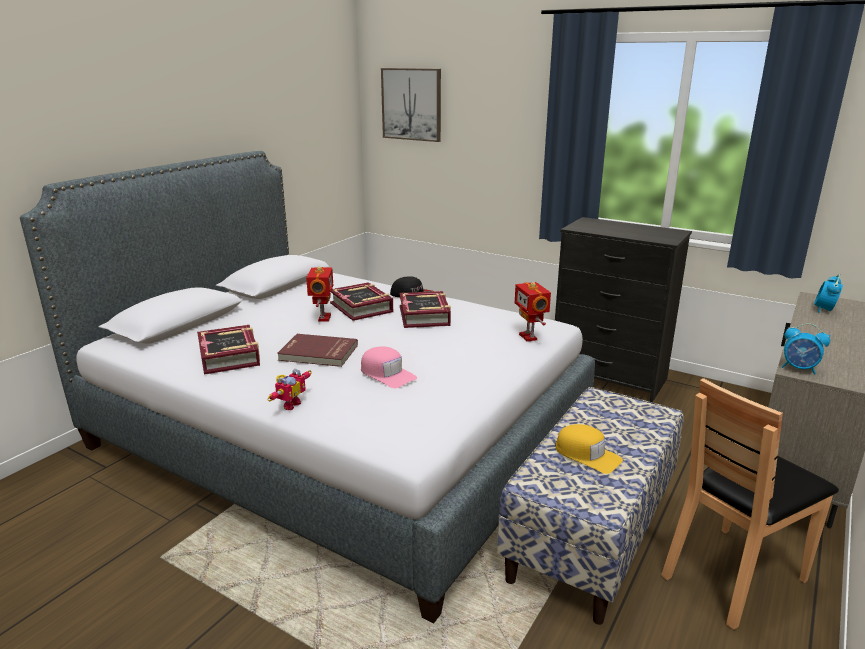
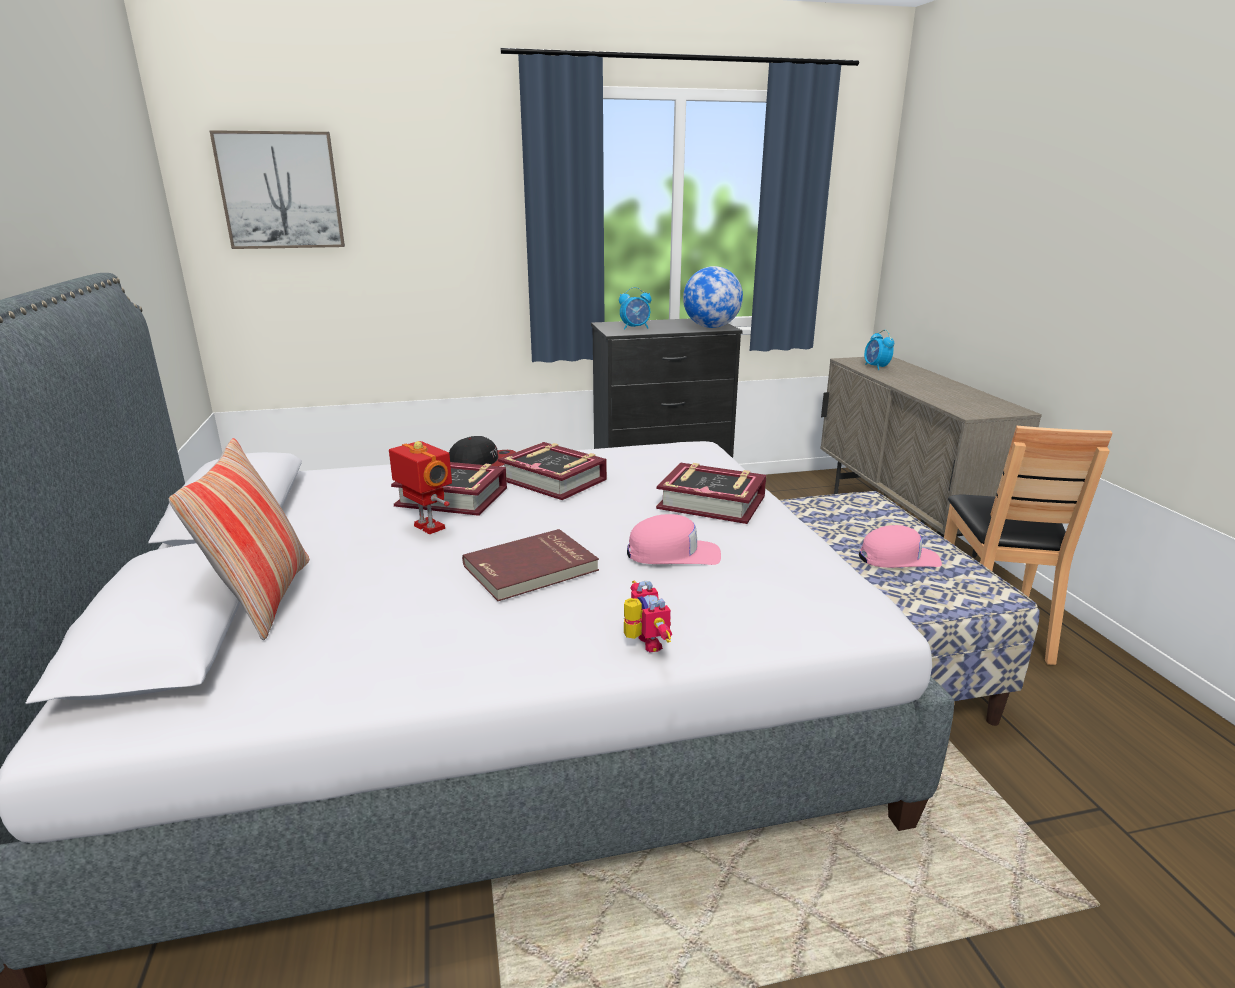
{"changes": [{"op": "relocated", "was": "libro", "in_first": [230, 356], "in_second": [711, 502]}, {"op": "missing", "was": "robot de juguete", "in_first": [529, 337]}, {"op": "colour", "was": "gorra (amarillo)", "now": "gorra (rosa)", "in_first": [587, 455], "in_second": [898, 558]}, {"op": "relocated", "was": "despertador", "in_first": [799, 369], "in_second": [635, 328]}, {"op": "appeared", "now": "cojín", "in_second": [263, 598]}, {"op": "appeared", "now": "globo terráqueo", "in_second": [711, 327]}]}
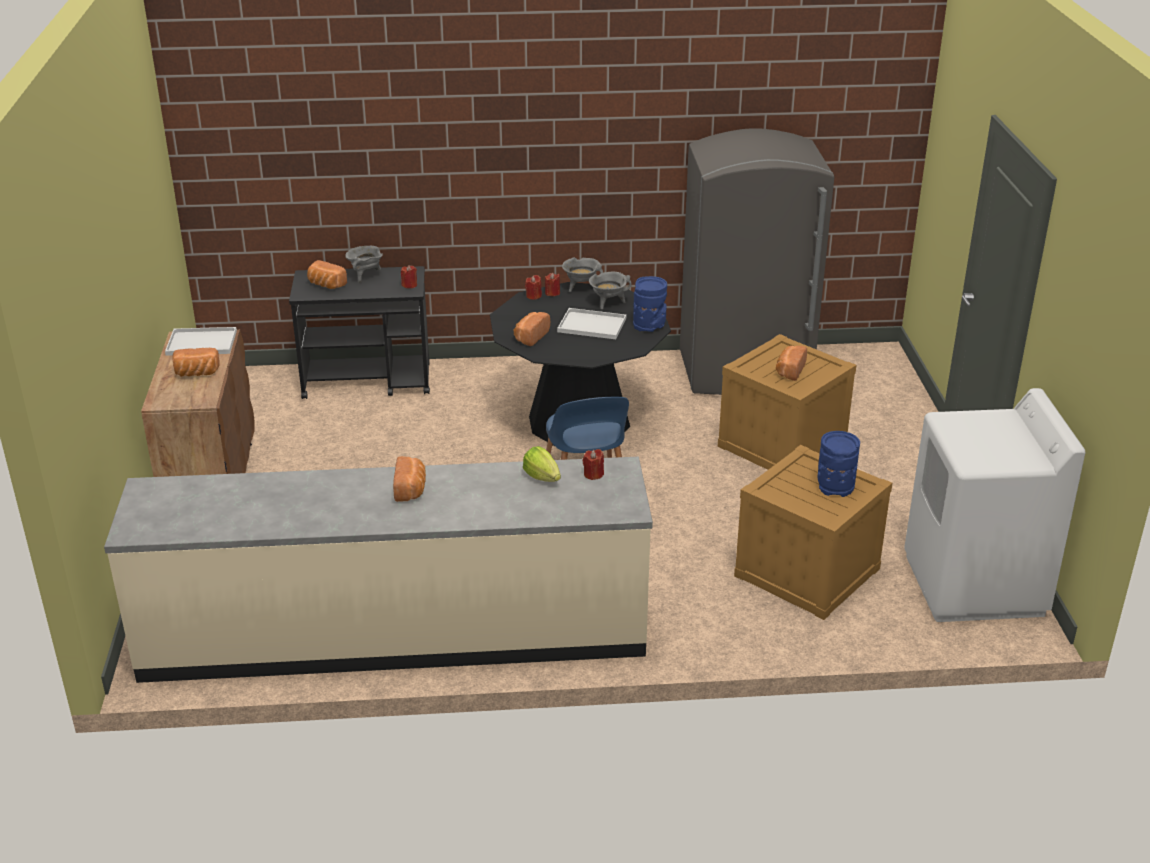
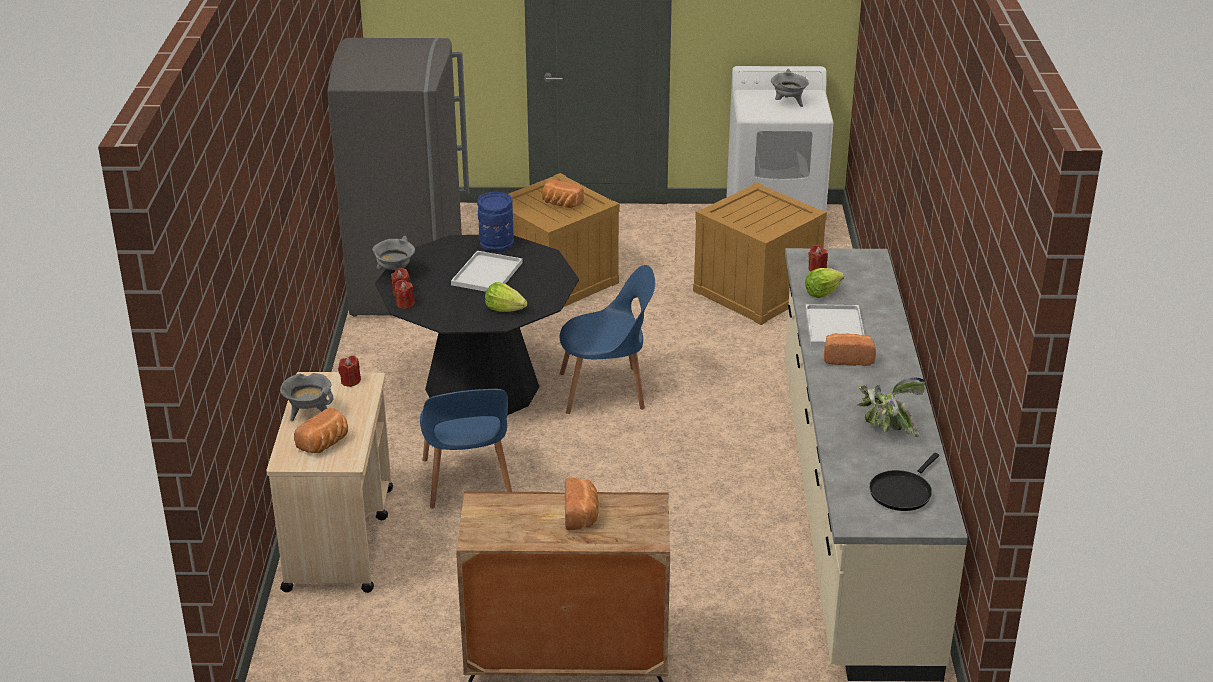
{"changes": [{"op": "relocated", "was": "bandeja (blanco)", "in_first": [203, 342], "in_second": [833, 326]}, {"op": "colour", "was": "carrito (negro)", "now": "carrito (beis)", "in_first": [368, 381], "in_second": [340, 537]}, {"op": "exchanged", "was": "pan", "now": "lechuga", "in_first": [530, 337], "in_second": [504, 309]}, {"op": "relocated", "was": "olla (gris)", "in_first": [608, 303], "in_second": [788, 103]}, {"op": "missing", "was": "florero (azul)", "in_first": [835, 486]}, {"op": "appeared", "now": "silla (azul)", "in_second": [467, 482]}, {"op": "appeared", "now": "planta en maceta", "in_second": [884, 429]}, {"op": "appeared", "now": "sartén (negro)", "in_second": [902, 492]}]}
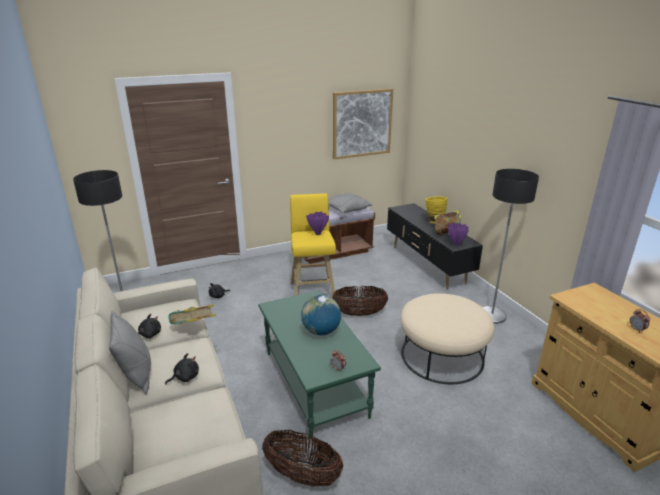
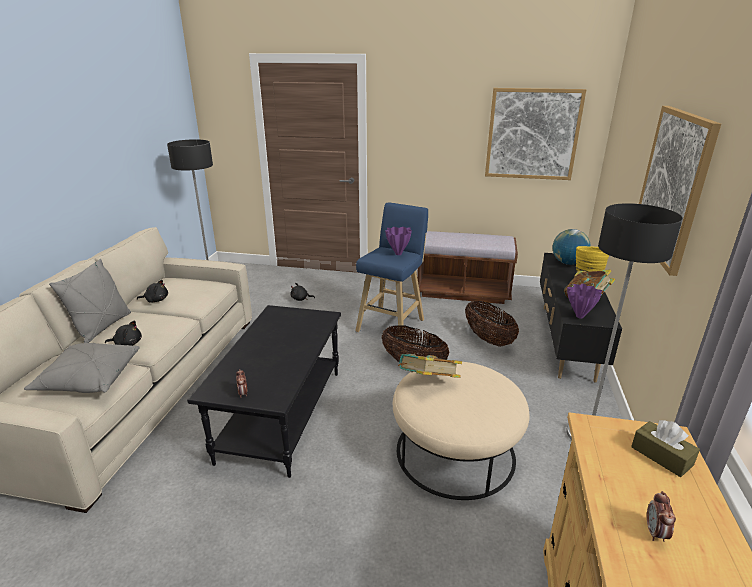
{"changes": [{"op": "relocated", "was": "libro", "in_first": [193, 327], "in_second": [428, 383]}, {"op": "colour", "was": "mesa de centro (verde)", "now": "mesa de centro (negro)", "in_first": [313, 383], "in_second": [281, 414]}, {"op": "relocated", "was": "cesta", "in_first": [302, 475], "in_second": [488, 339]}, {"op": "colour", "was": "taburete (amarillo)", "now": "taburete (azul)", "in_first": [312, 291], "in_second": [392, 324]}, {"op": "relocated", "was": "globo terráqueo", "in_first": [321, 331], "in_second": [568, 263]}, {"op": "relocated", "was": "cojín (gris)", "in_first": [346, 210], "in_second": [89, 379]}, {"op": "appeared", "now": "caja de pañuelos (marrón)", "in_second": [661, 456]}, {"op": "appeared", "now": "cuadro", "in_second": [672, 185]}]}
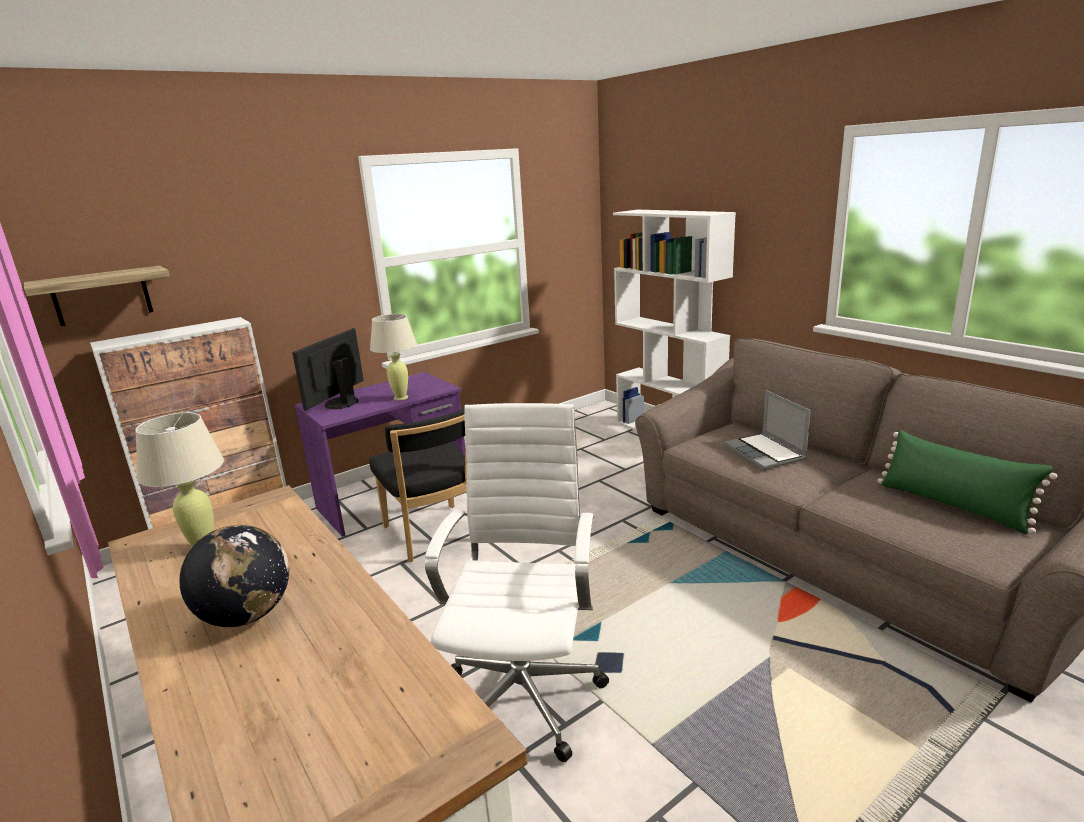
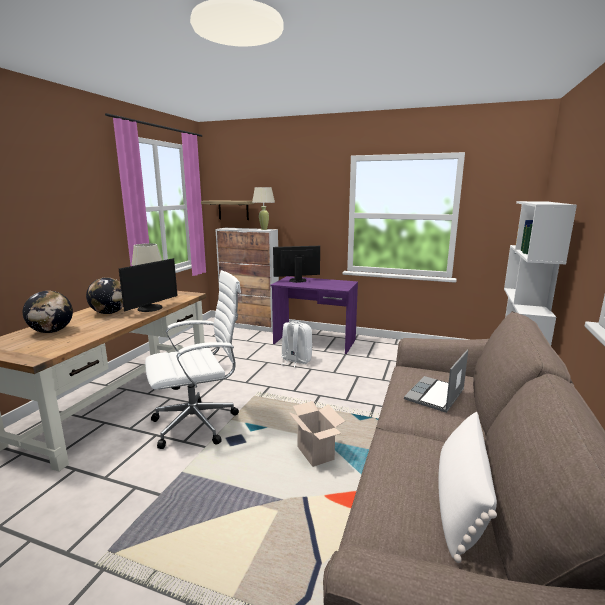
{"changes": [{"op": "exchanged", "was": "silla (negro)", "now": "mochila (blanco)", "in_first": [433, 535], "in_second": [295, 360]}, {"op": "relocated", "was": "lámpara de mesa (beis)", "in_first": [400, 398], "in_second": [264, 229]}, {"op": "colour", "was": "cojín (verde)", "now": "cojín (blanco)", "in_first": [952, 505], "in_second": [460, 501]}, {"op": "appeared", "now": "globo terráqueo", "in_second": [52, 331]}, {"op": "appeared", "now": "monitor", "in_second": [151, 308]}, {"op": "appeared", "now": "caja de cartón", "in_second": [317, 454]}]}
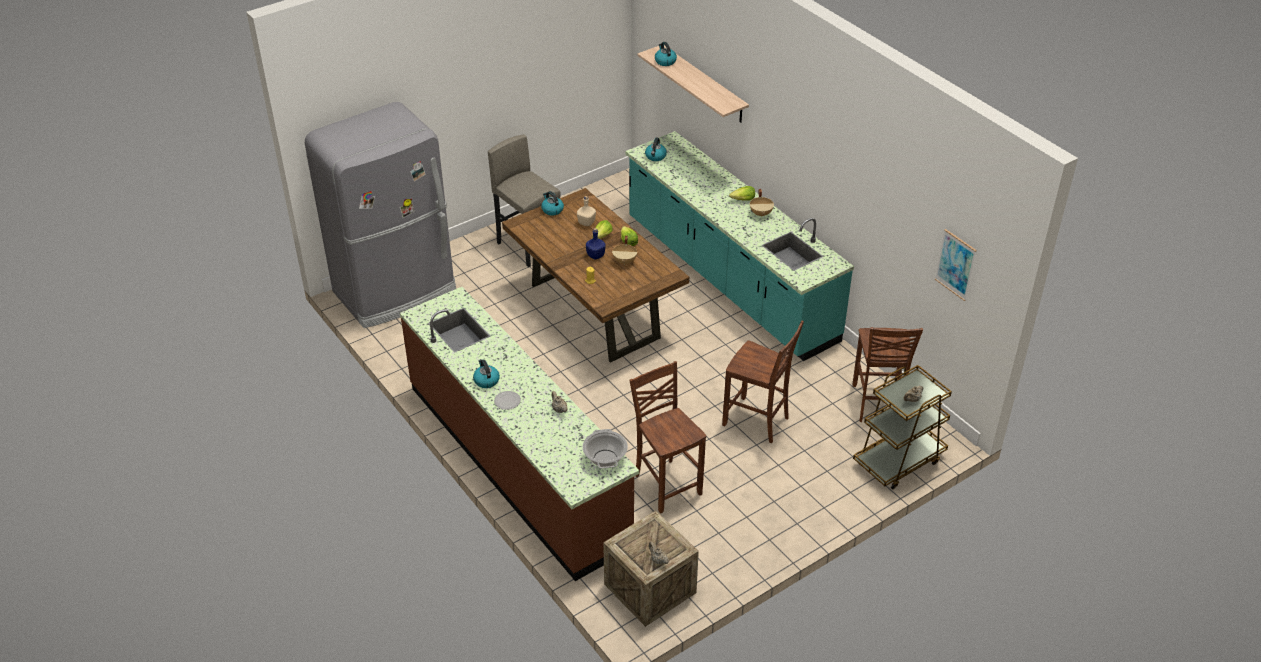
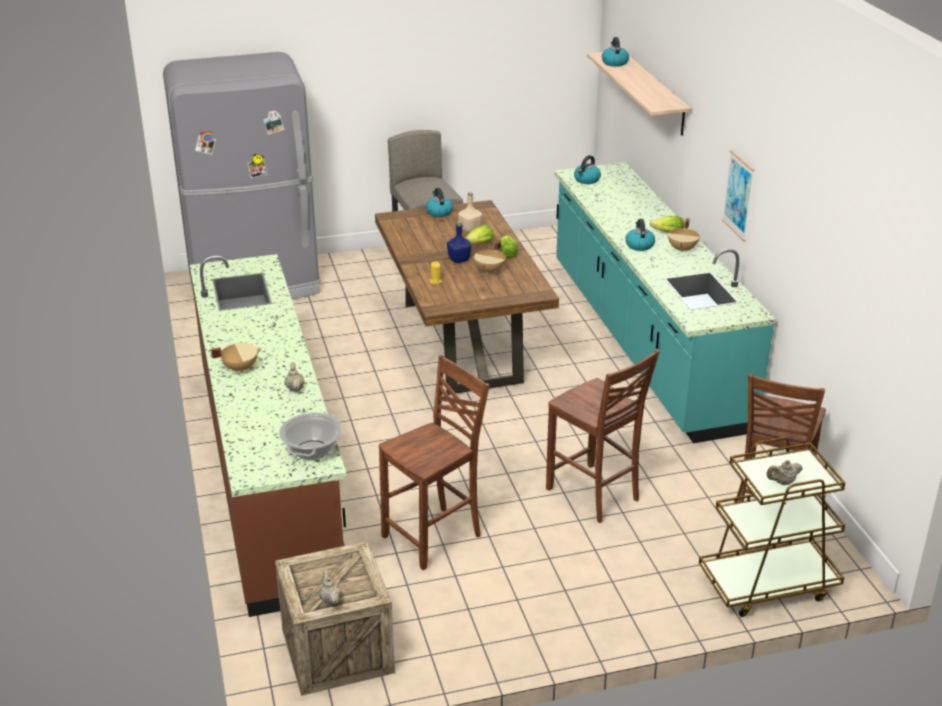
{"changes": [{"op": "relocated", "was": "hervidor", "in_first": [486, 380], "in_second": [639, 245]}, {"op": "exchanged", "was": "plato", "now": "olla (beis)", "in_first": [507, 401], "in_second": [240, 368]}, {"op": "spun", "was": "silla (marrón)", "in_first": [666, 484], "in_second": [435, 537], "clockwise": 60}, {"op": "relocated", "was": "cuadro", "in_first": [955, 264], "in_second": [738, 195]}]}
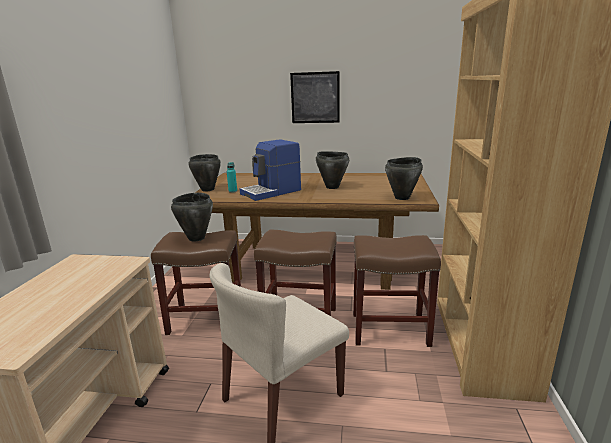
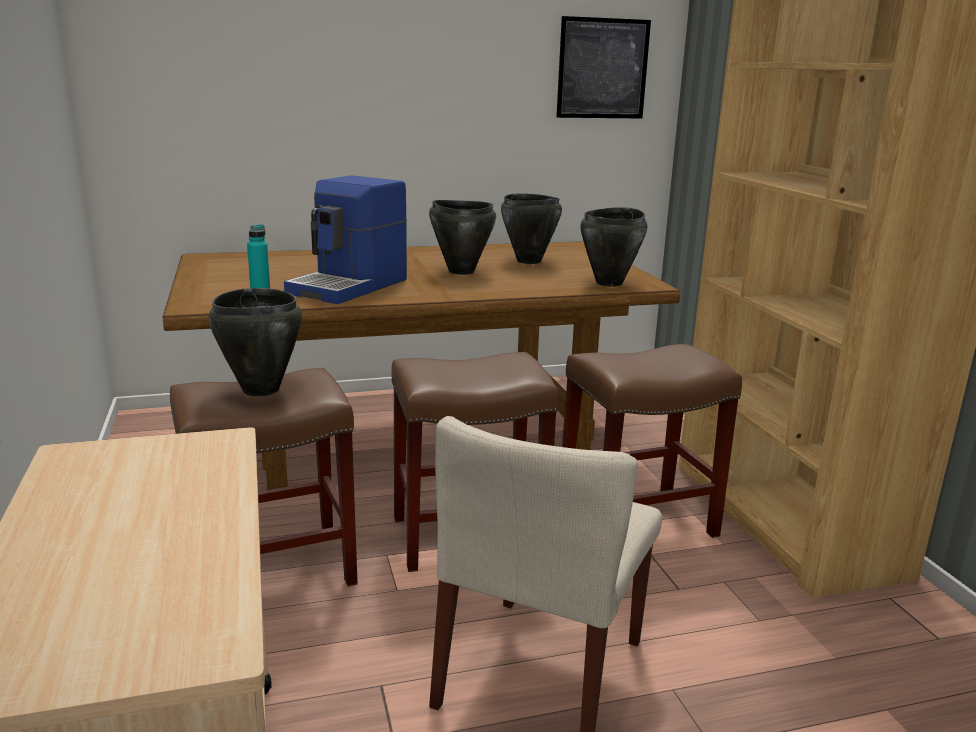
{"changes": [{"op": "relocated", "was": "olla (negro)", "in_first": [207, 189], "in_second": [528, 261]}, {"op": "relocated", "was": "cuadro", "in_first": [315, 98], "in_second": [602, 69]}]}
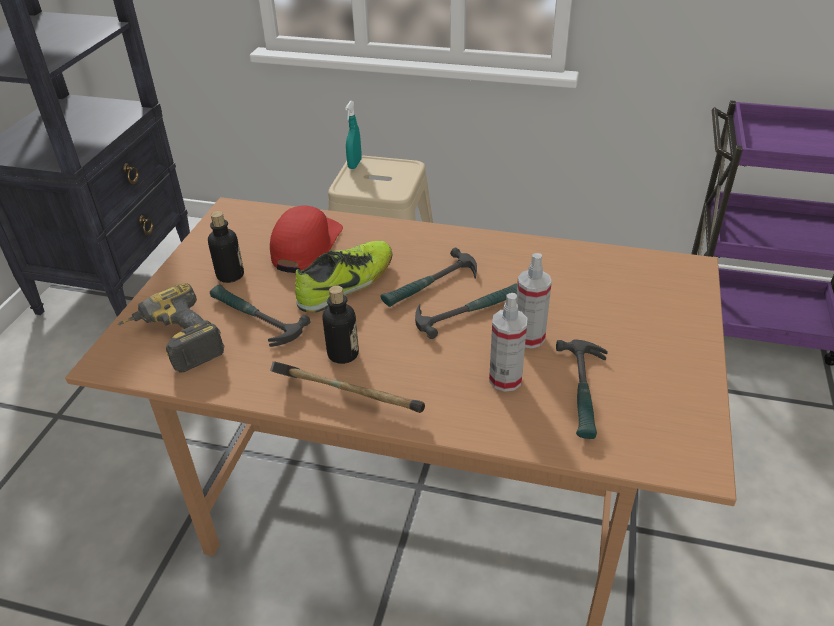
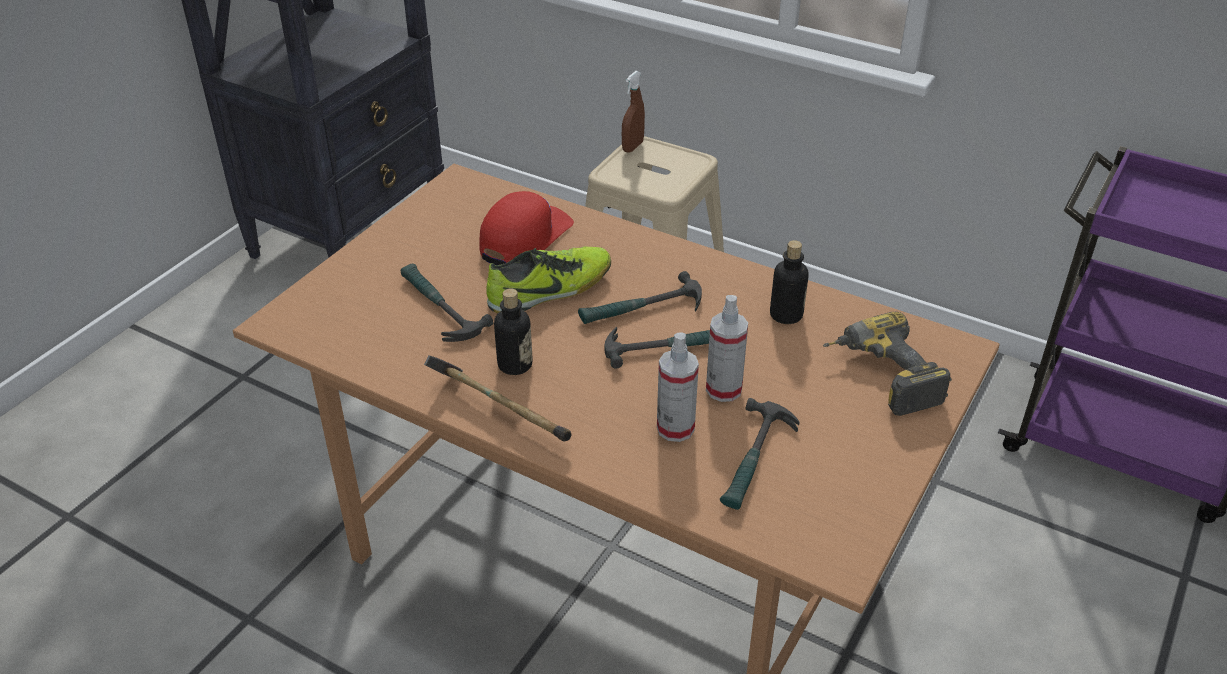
{"changes": [{"op": "relocated", "was": "taladro", "in_first": [173, 342], "in_second": [880, 377]}, {"op": "relocated", "was": "botella", "in_first": [230, 275], "in_second": [786, 315]}, {"op": "colour", "was": "pulverizador (turquesa)", "now": "pulverizador (marrón)", "in_first": [354, 164], "in_second": [632, 147]}]}
